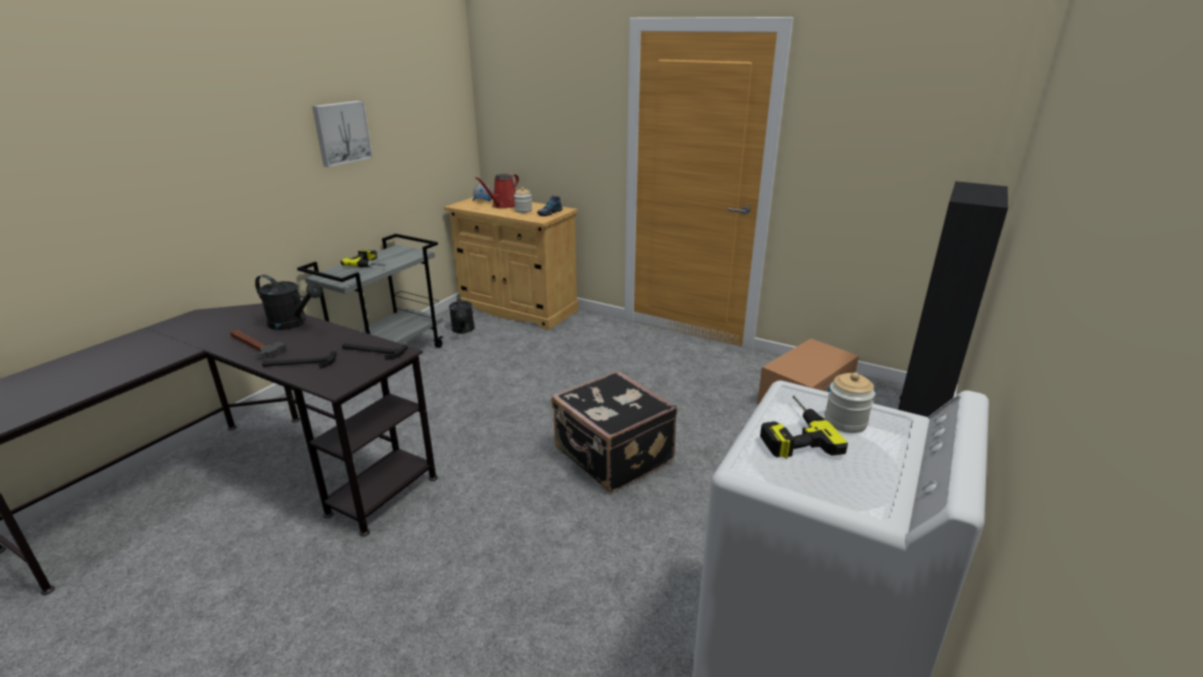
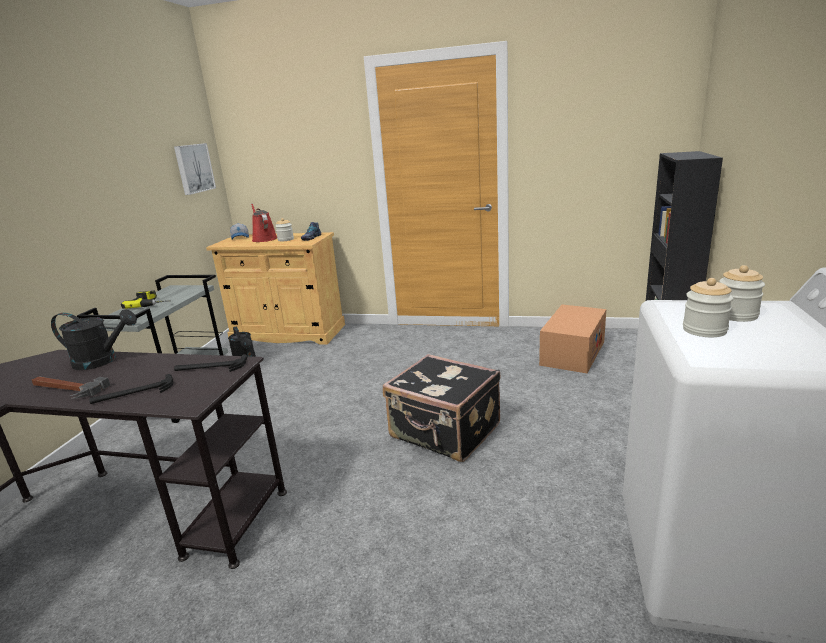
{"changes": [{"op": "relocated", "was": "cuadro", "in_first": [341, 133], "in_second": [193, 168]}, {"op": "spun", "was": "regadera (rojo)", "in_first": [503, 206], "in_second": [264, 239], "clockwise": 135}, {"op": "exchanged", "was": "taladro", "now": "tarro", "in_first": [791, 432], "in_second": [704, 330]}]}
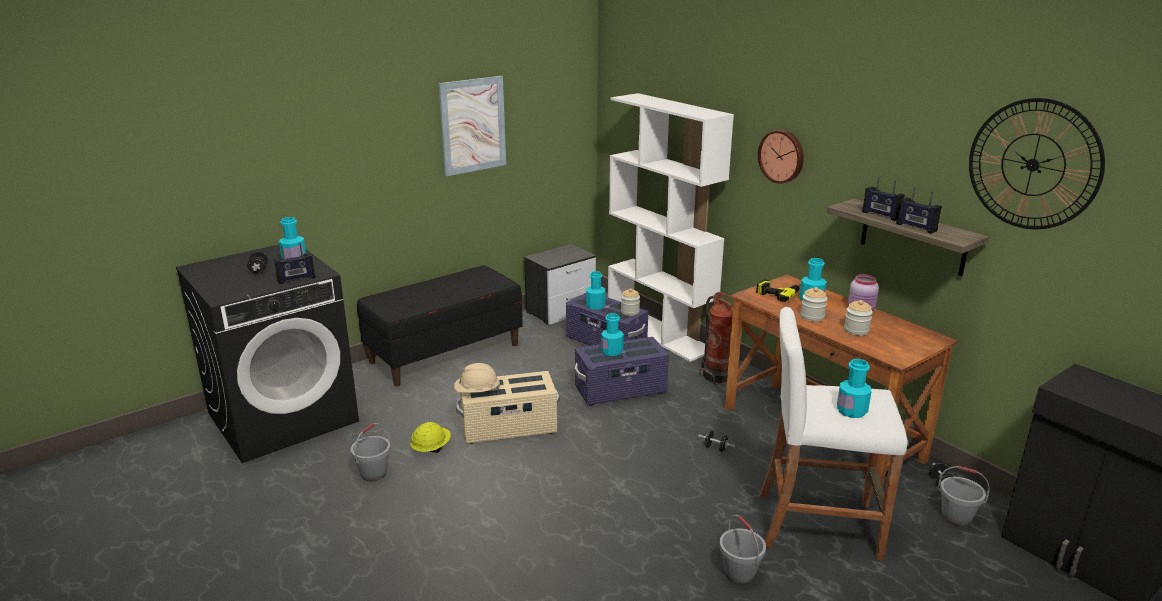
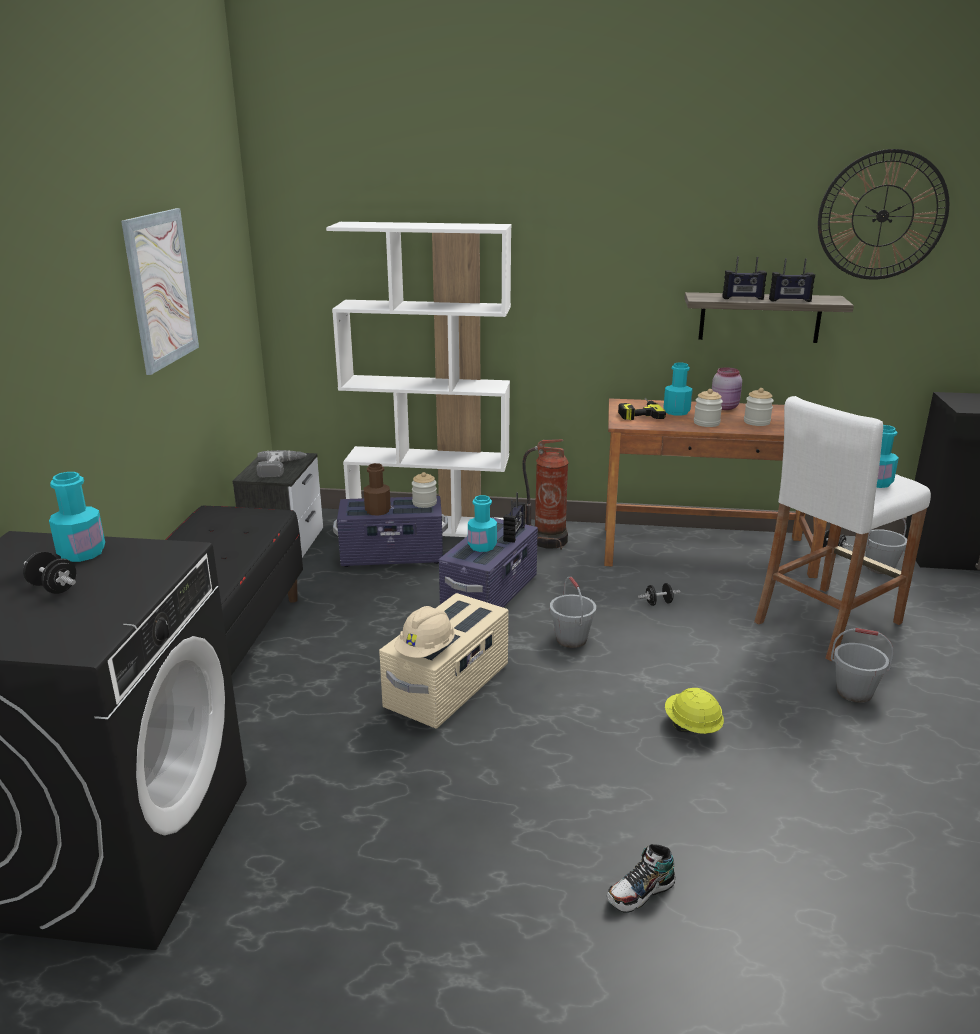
{"changes": [{"op": "relocated", "was": "radio", "in_first": [296, 279], "in_second": [514, 534]}, {"op": "relocated", "was": "cubo (gris)", "in_first": [373, 473], "in_second": [571, 639]}, {"op": "relocated", "was": "casco (amarillo)", "in_first": [431, 449], "in_second": [692, 727]}, {"op": "colour", "was": "botella (turquesa)", "now": "botella (marrón)", "in_first": [595, 306], "in_second": [377, 510]}, {"op": "missing", "was": "reloj de pared", "in_first": [782, 156]}, {"op": "appeared", "now": "taladro", "in_second": [281, 468]}, {"op": "appeared", "now": "zapato", "in_second": [640, 892]}]}
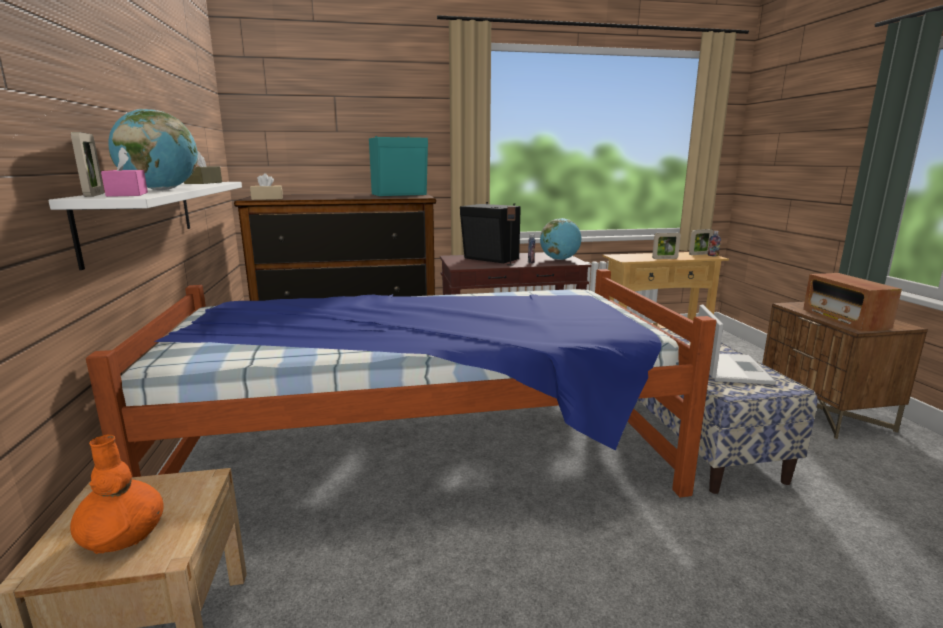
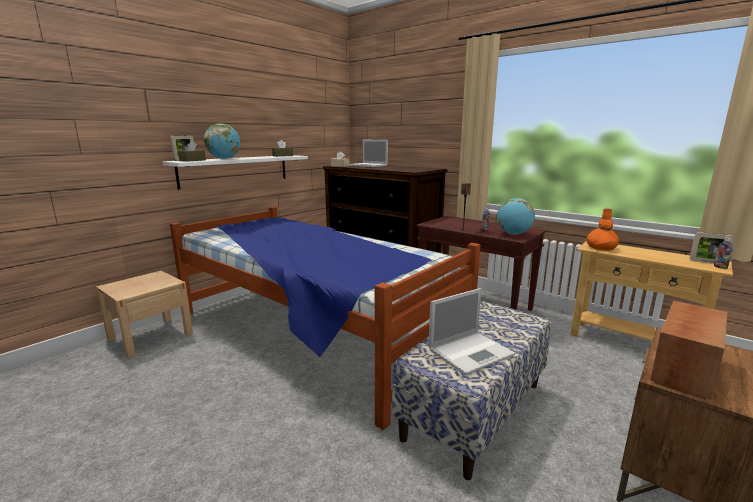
{"changes": [{"op": "relocated", "was": "florero (naranja)", "in_first": [123, 533], "in_second": [601, 248]}, {"op": "colour", "was": "caja de pañuelos (rosa)", "now": "caja de pañuelos (marrón)", "in_first": [127, 194], "in_second": [193, 160]}, {"op": "missing", "was": "altavoz (turquesa)", "in_first": [400, 194]}, {"op": "missing", "was": "altavoz (negro)", "in_first": [491, 259]}, {"op": "missing", "was": "portarretratos", "in_first": [665, 258]}, {"op": "appeared", "now": "portátil", "in_second": [368, 165]}]}
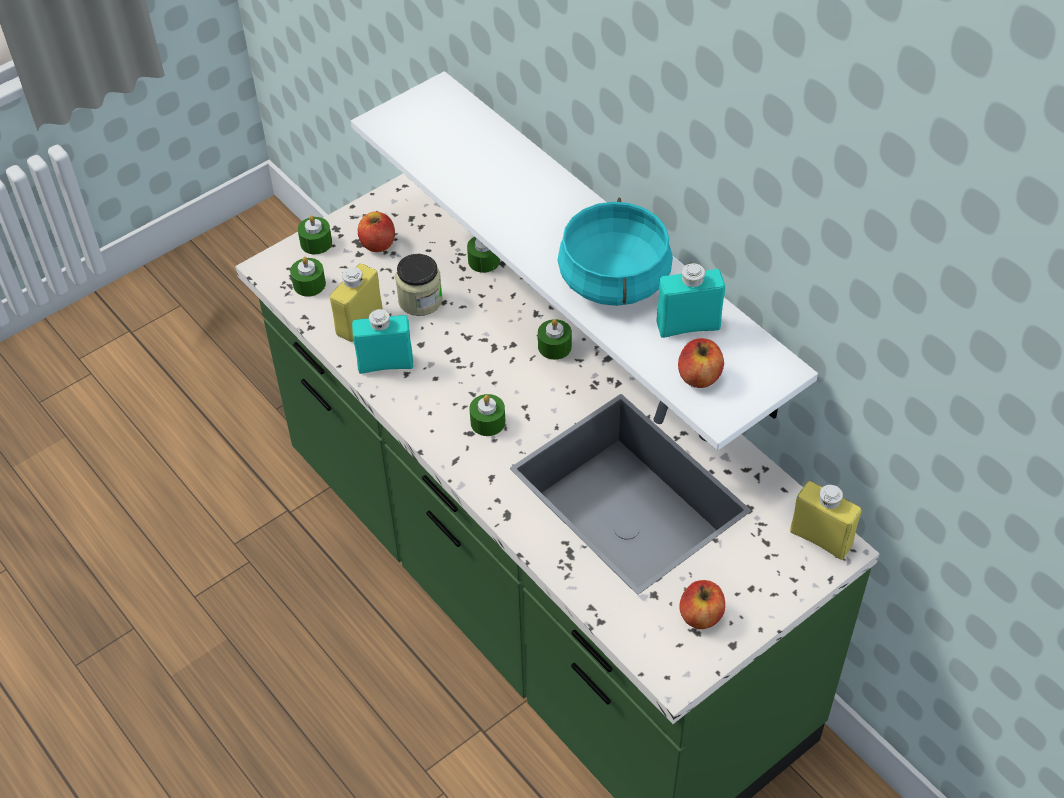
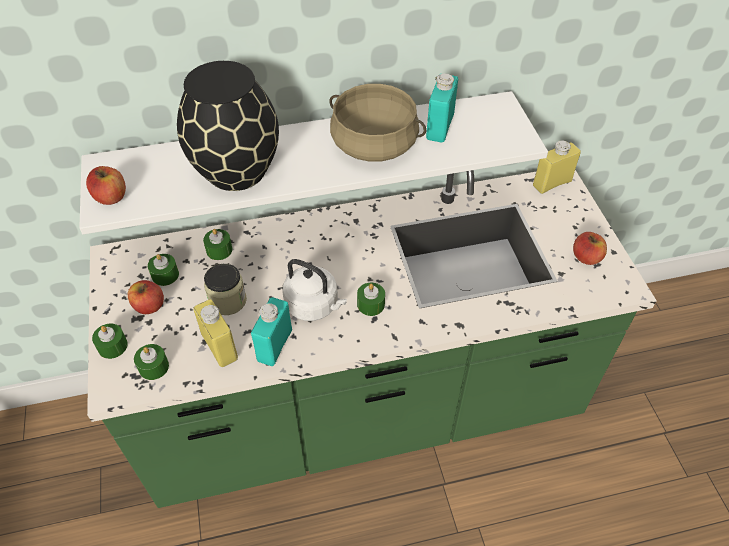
{"changes": [{"op": "relocated", "was": "vela (verde)", "in_first": [554, 346], "in_second": [165, 275]}, {"op": "colour", "was": "olla (turquesa)", "now": "olla (beis)", "in_first": [615, 279], "in_second": [374, 144]}, {"op": "relocated", "was": "manzana", "in_first": [699, 377], "in_second": [111, 197]}, {"op": "appeared", "now": "florero (negro)", "in_second": [236, 172]}, {"op": "appeared", "now": "hervidor (blanco)", "in_second": [314, 305]}]}
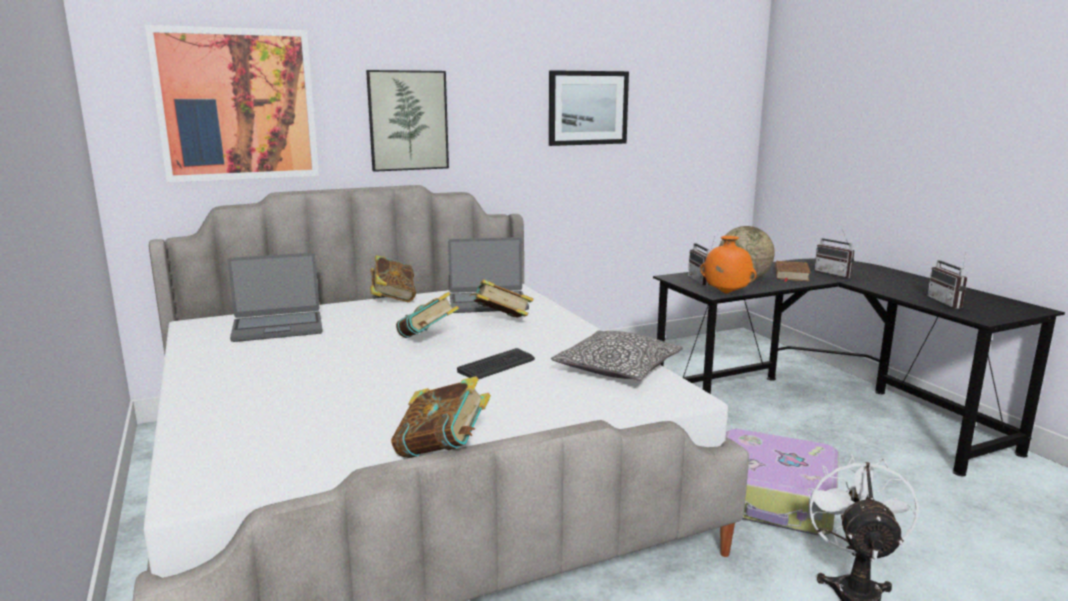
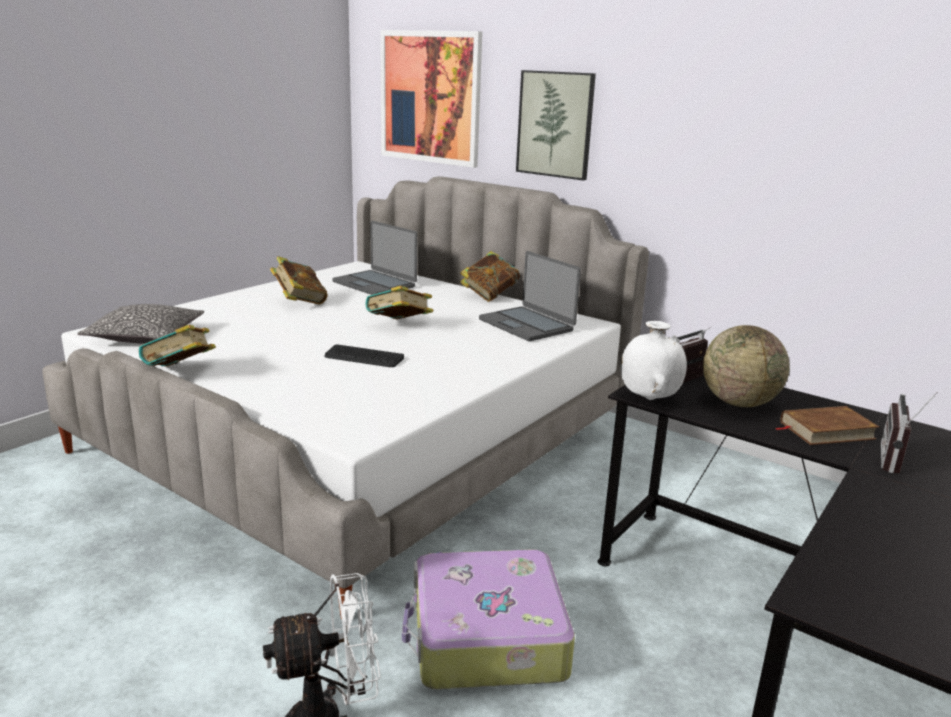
{"changes": [{"op": "relocated", "was": "libro", "in_first": [501, 322], "in_second": [299, 302]}, {"op": "missing", "was": "cuadro", "in_first": [588, 108]}, {"op": "relocated", "was": "cojín", "in_first": [617, 369], "in_second": [146, 336]}, {"op": "colour", "was": "florero (naranja)", "now": "florero (blanco)", "in_first": [725, 293], "in_second": [649, 399]}, {"op": "missing", "was": "radio", "in_first": [949, 303]}]}
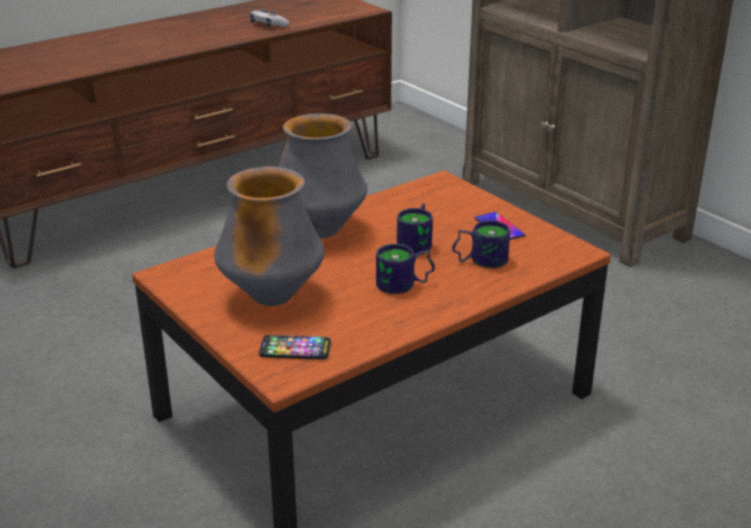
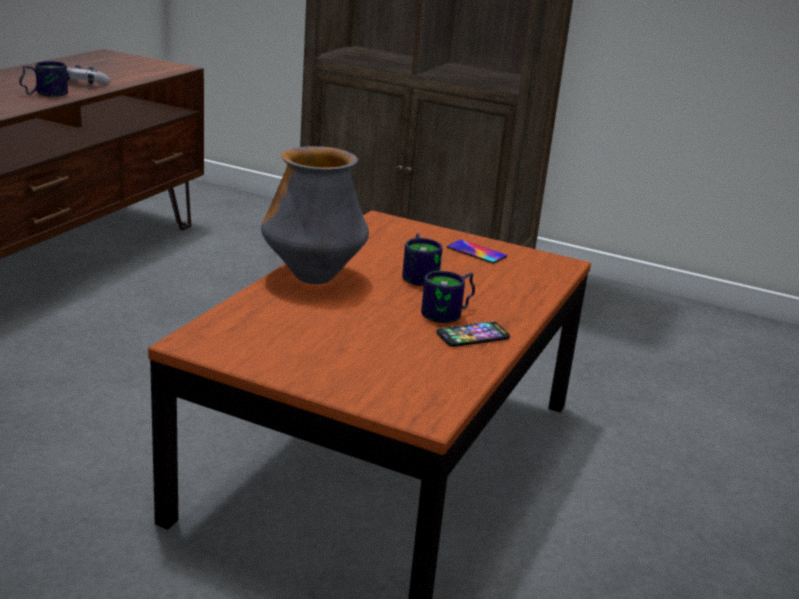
{"changes": [{"op": "missing", "was": "florero", "in_first": [272, 297]}, {"op": "relocated", "was": "móvil", "in_first": [295, 349], "in_second": [472, 336]}, {"op": "relocated", "was": "taza grande", "in_first": [480, 259], "in_second": [44, 93]}]}
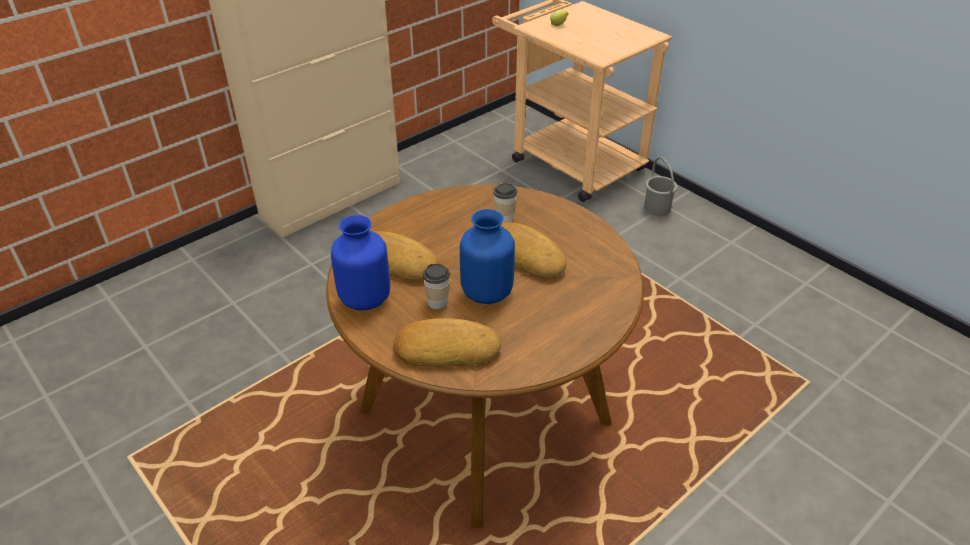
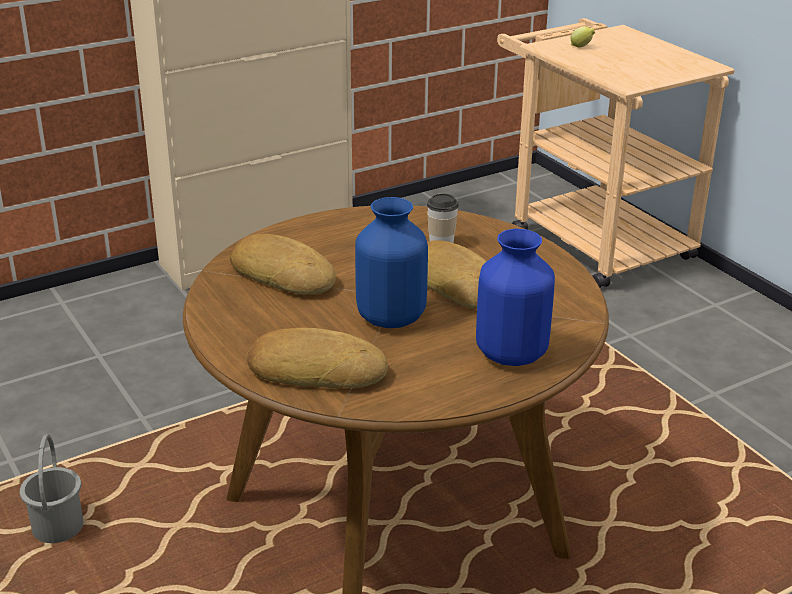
{"changes": [{"op": "relocated", "was": "florero (azul)", "in_first": [364, 298], "in_second": [511, 353]}, {"op": "missing", "was": "taza", "in_first": [437, 302]}, {"op": "relocated", "was": "cubo (gris)", "in_first": [656, 208], "in_second": [57, 528]}]}
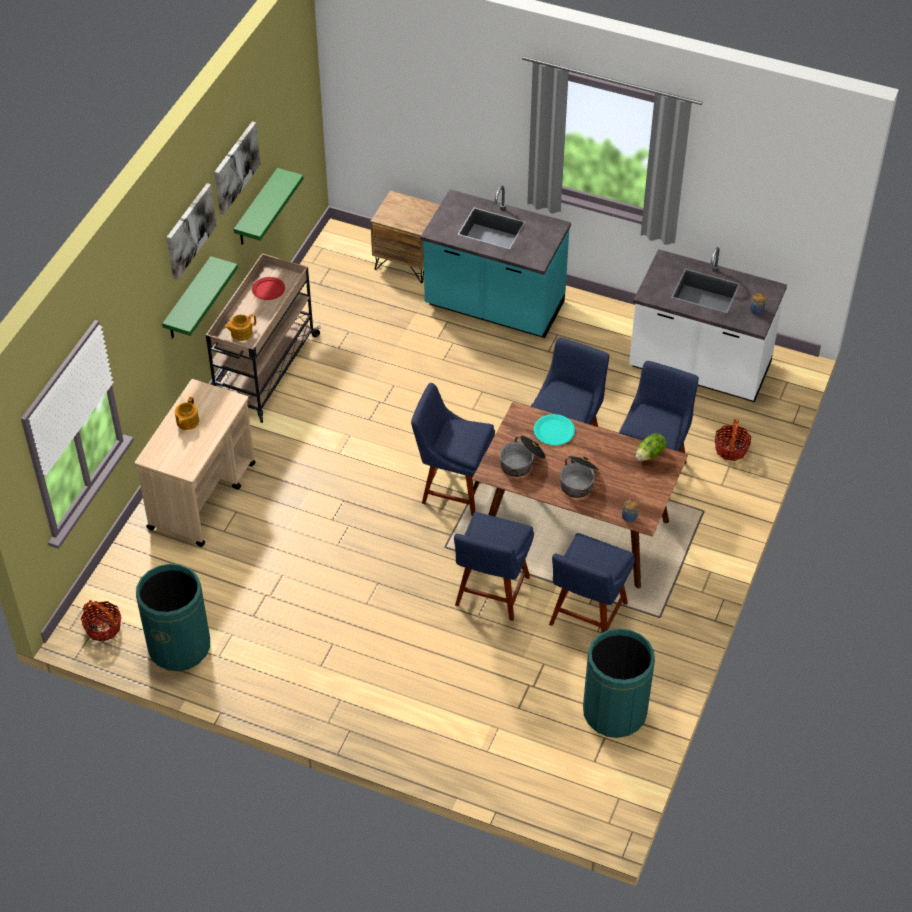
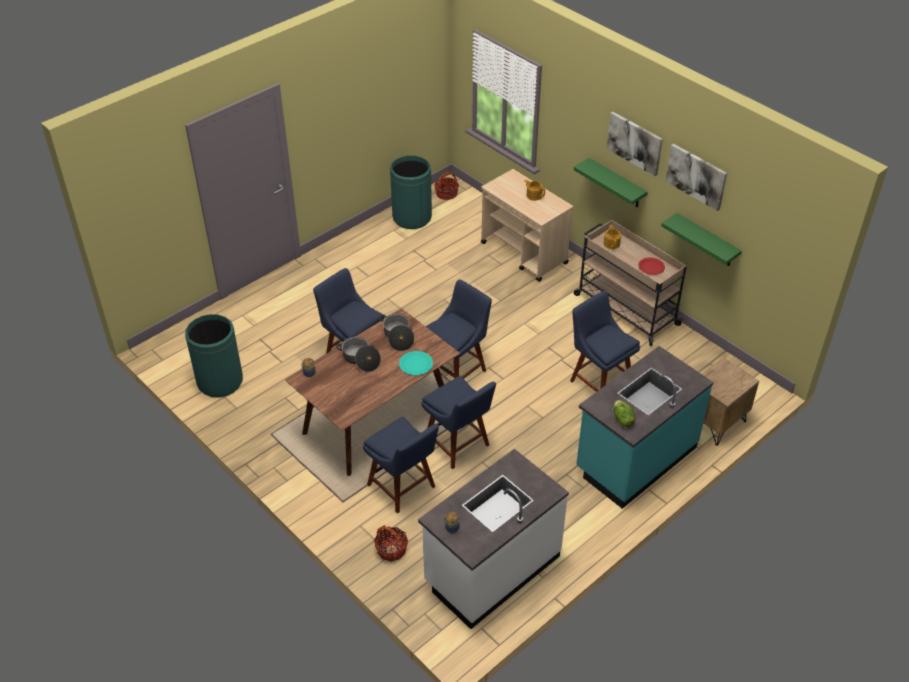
{"changes": [{"op": "relocated", "was": "silla (azul)", "in_first": [586, 617], "in_second": [599, 380]}, {"op": "relocated", "was": "lechuga", "in_first": [650, 454], "in_second": [622, 420]}]}
